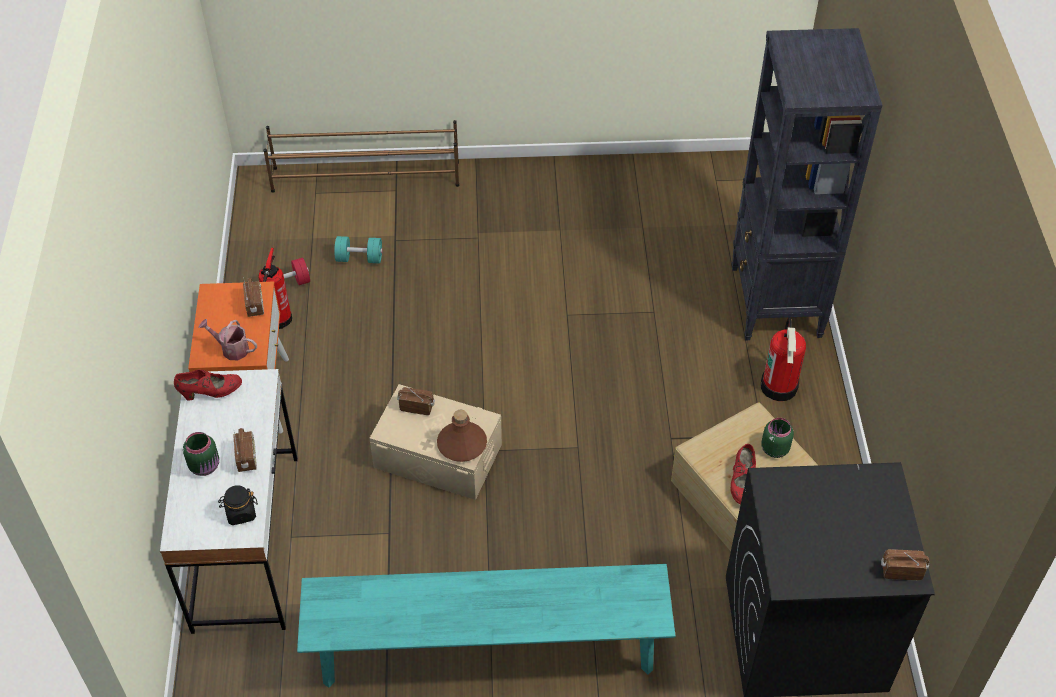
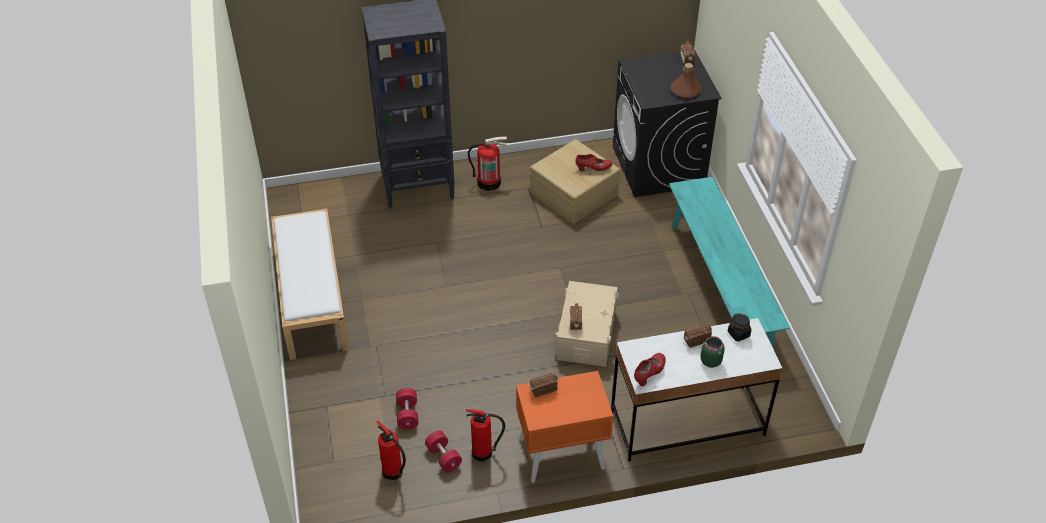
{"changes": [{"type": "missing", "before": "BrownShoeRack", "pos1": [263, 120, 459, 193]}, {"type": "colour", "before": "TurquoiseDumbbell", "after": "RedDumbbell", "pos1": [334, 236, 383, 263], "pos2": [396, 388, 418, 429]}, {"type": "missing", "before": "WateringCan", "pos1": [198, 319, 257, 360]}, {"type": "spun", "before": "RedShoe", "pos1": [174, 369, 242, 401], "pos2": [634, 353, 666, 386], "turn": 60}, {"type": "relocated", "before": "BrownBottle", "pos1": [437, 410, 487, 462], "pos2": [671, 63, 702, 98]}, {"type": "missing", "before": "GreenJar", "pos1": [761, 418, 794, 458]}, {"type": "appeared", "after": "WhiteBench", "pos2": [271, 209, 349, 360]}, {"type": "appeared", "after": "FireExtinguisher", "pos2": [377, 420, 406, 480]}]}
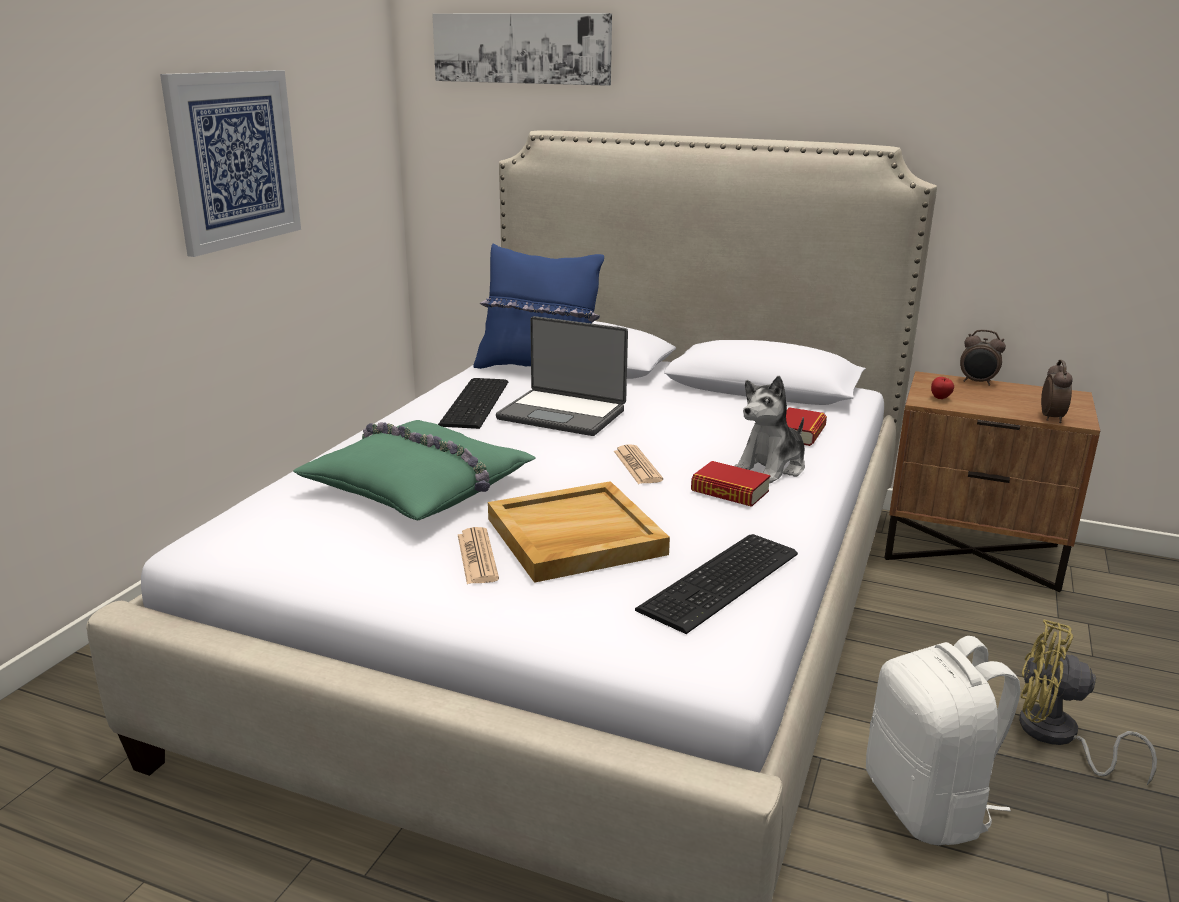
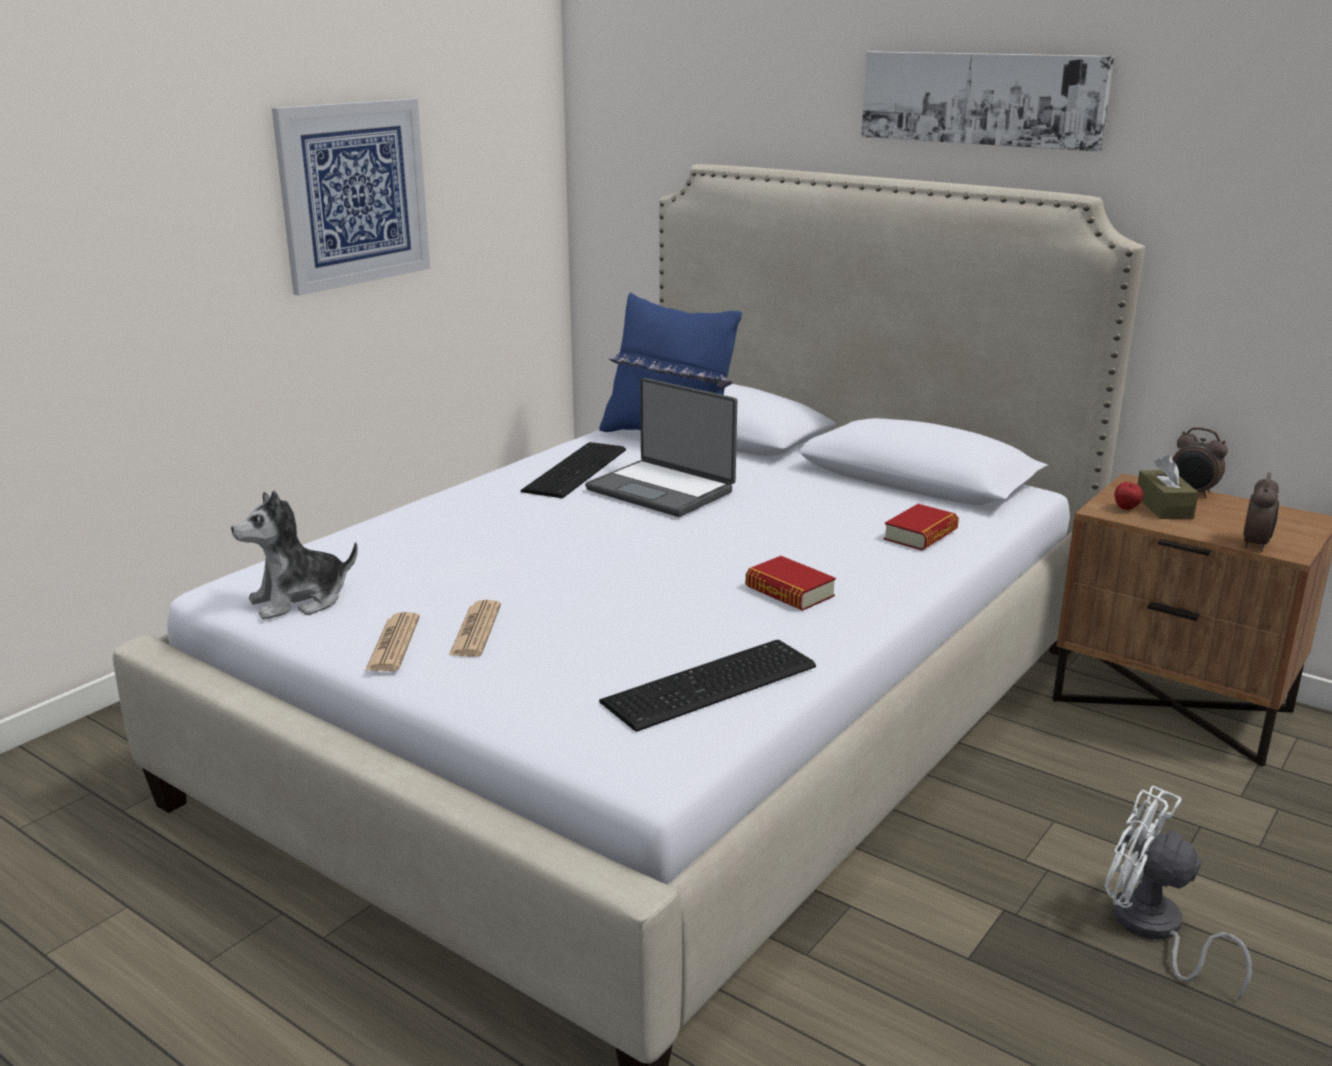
{"changes": [{"type": "relocated", "before": "Picture", "pos1": [432, 13, 612, 86], "pos2": [861, 51, 1114, 152]}, {"type": "relocated", "before": "PlushToy", "pos1": [735, 376, 805, 483], "pos2": [231, 490, 358, 620]}, {"type": "missing", "before": "GreenPillow", "pos1": [293, 420, 535, 520]}, {"type": "relocated", "before": "Newspaper", "pos1": [614, 444, 663, 484], "pos2": [365, 612, 420, 671]}, {"type": "missing", "before": "BeigeTray", "pos1": [488, 481, 670, 583]}, {"type": "colour", "before": "YellowFan", "after": "WhiteFan", "pos1": [1019, 620, 1157, 785], "pos2": [1105, 785, 1252, 1001]}, {"type": "missing", "before": "WhiteBackpack", "pos1": [866, 636, 1020, 845]}, {"type": "appeared", "after": "BrownTissueBox", "pos2": [1137, 455, 1199, 519]}]}
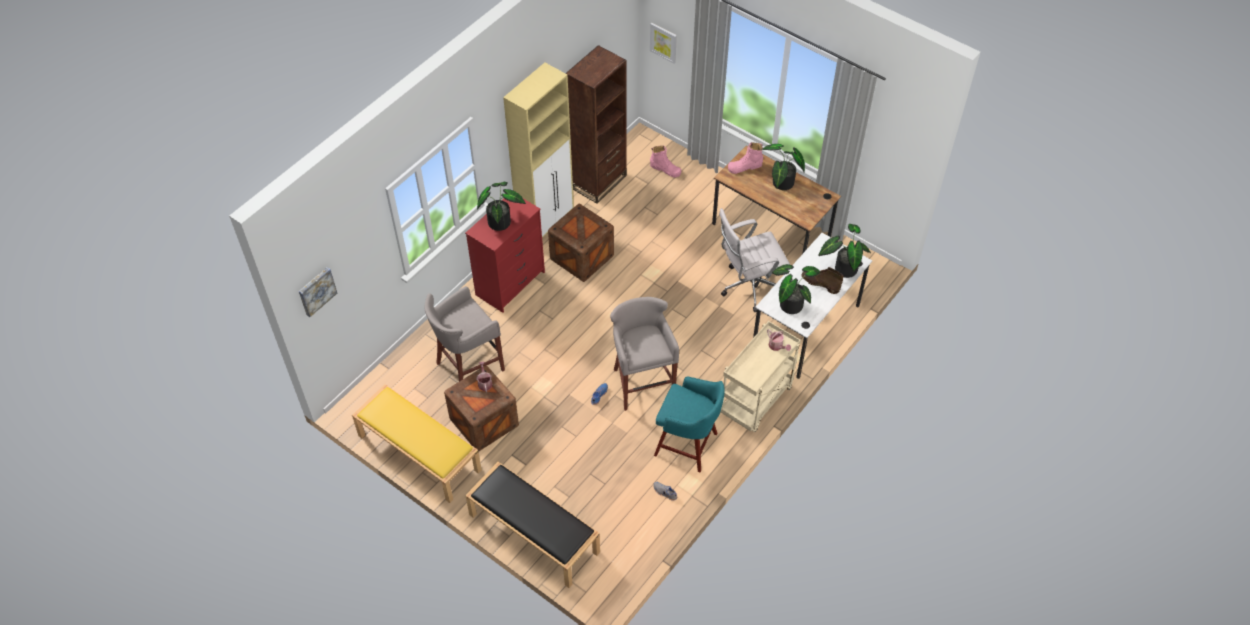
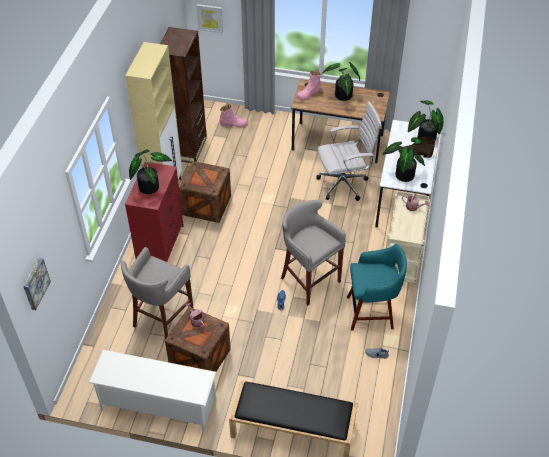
{"changes": [{"type": "spun", "before": "WhiteOfficeChair", "pos1": [719, 208, 790, 312], "pos2": [316, 101, 382, 201], "turn": -150}, {"type": "exchanged", "before": "YellowBench", "after": "WhiteShoeRack", "pos1": [352, 384, 482, 503], "pos2": [88, 350, 216, 431]}]}
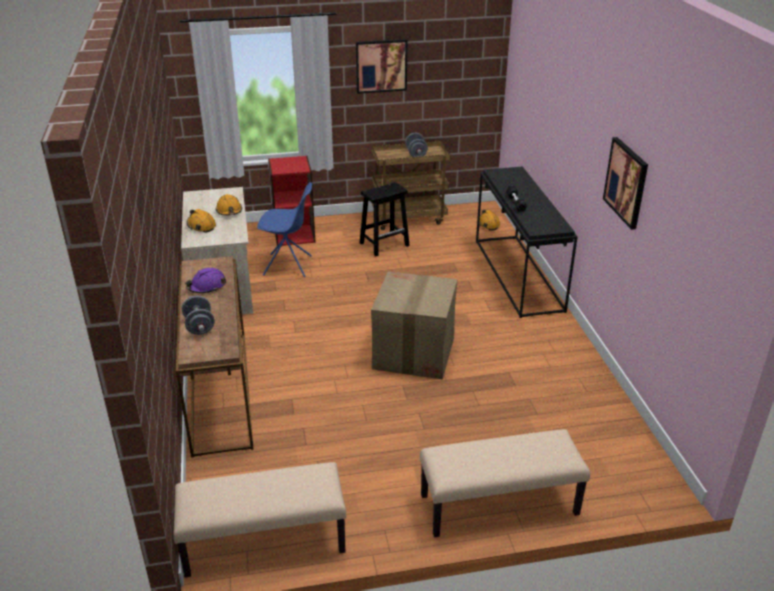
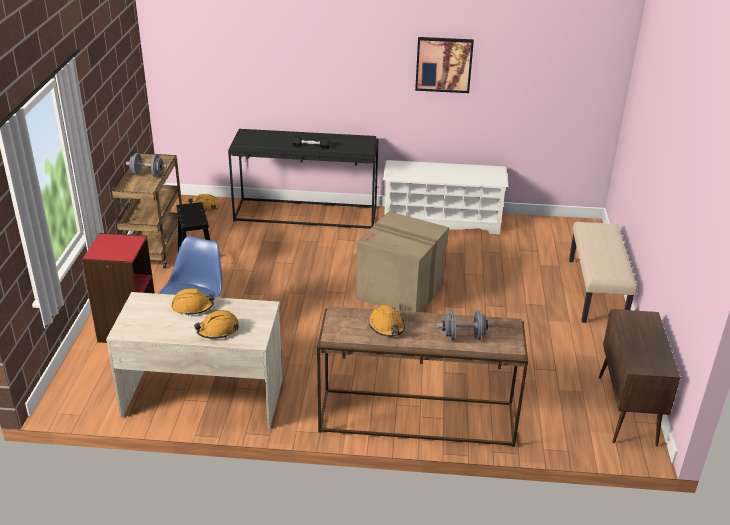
{"changes": [{"type": "missing", "before": "Picture", "pos1": [356, 39, 407, 94]}, {"type": "colour", "before": "PurpleHardHat", "after": "OrangeHardHat", "pos1": [185, 268, 226, 293], "pos2": [369, 305, 405, 337]}, {"type": "exchanged", "before": "BeigeBench", "after": "BrownCabinet", "pos1": [173, 462, 346, 577], "pos2": [599, 309, 681, 446]}, {"type": "appeared", "after": "WhiteShoeRack", "pos2": [383, 160, 509, 235]}]}
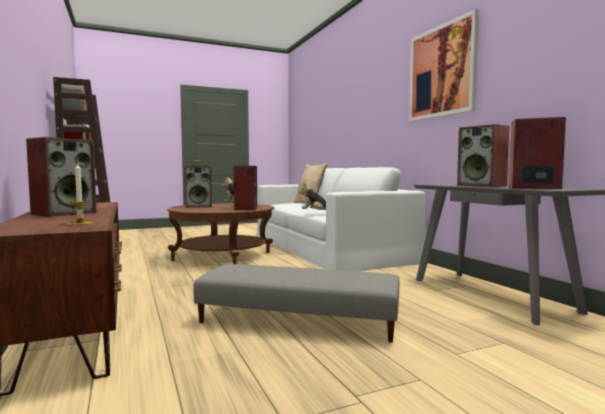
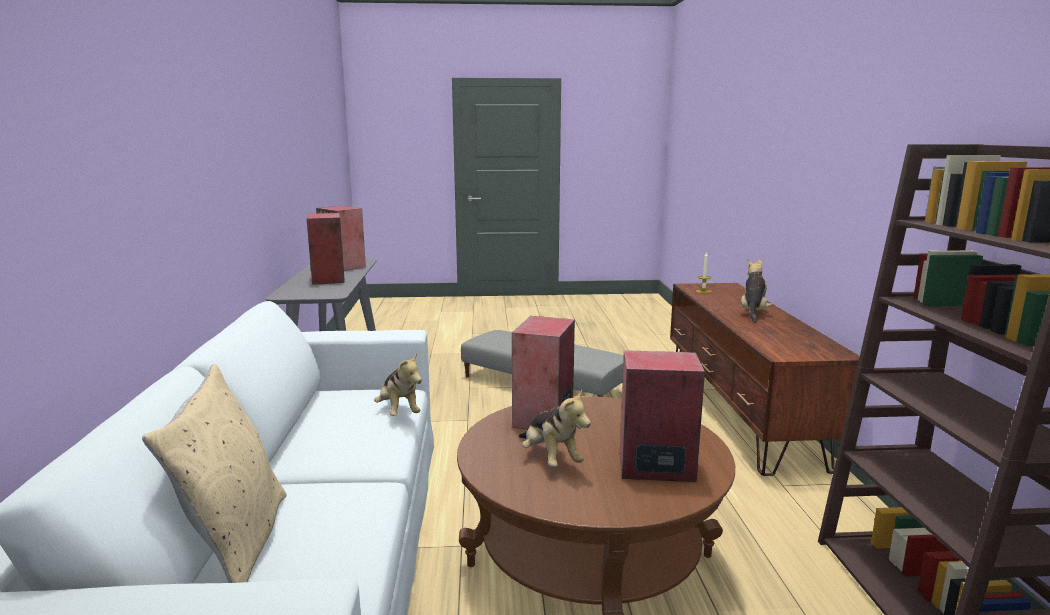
{"changes": [{"type": "missing", "before": "Picture", "pos1": [409, 9, 479, 122]}, {"type": "exchanged", "before": "Speaker", "after": "PlushToy", "pos1": [26, 137, 97, 217], "pos2": [741, 259, 772, 322]}]}
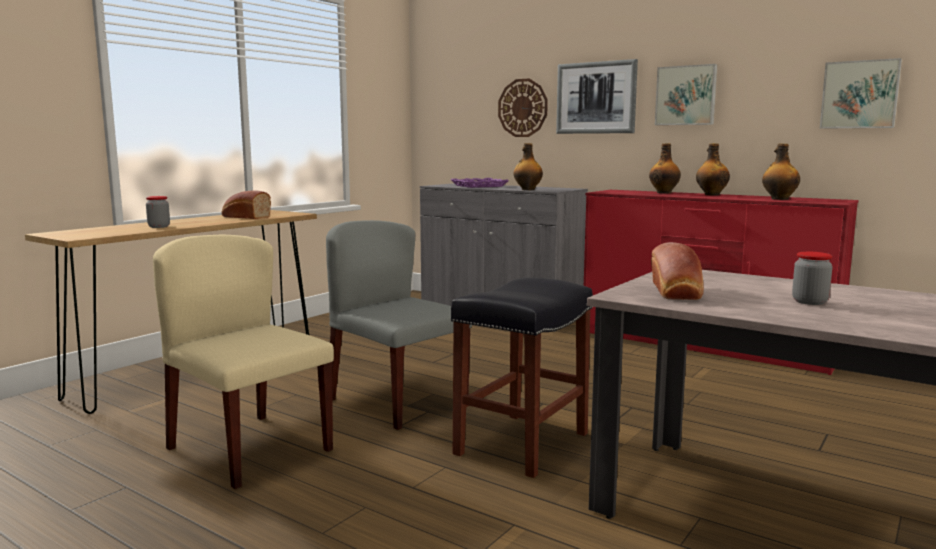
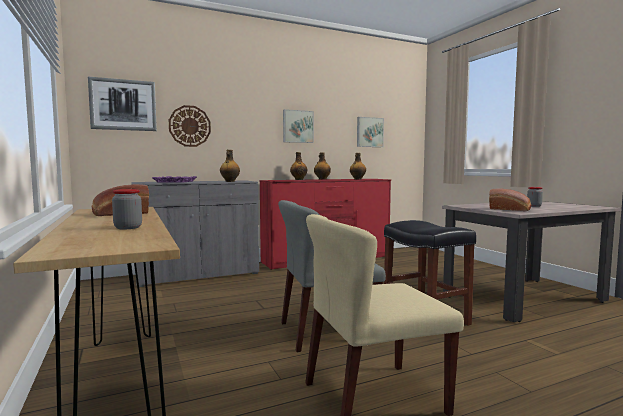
{"changes": [{"type": "relocated", "before": "Picture", "pos1": [556, 59, 638, 134], "pos2": [88, 77, 157, 131]}]}
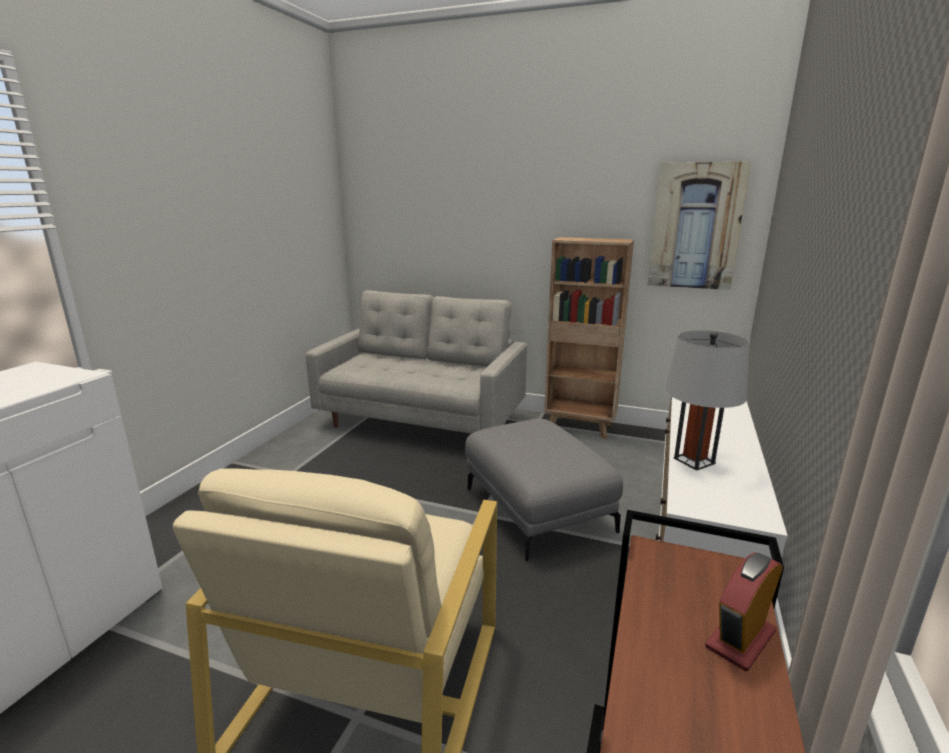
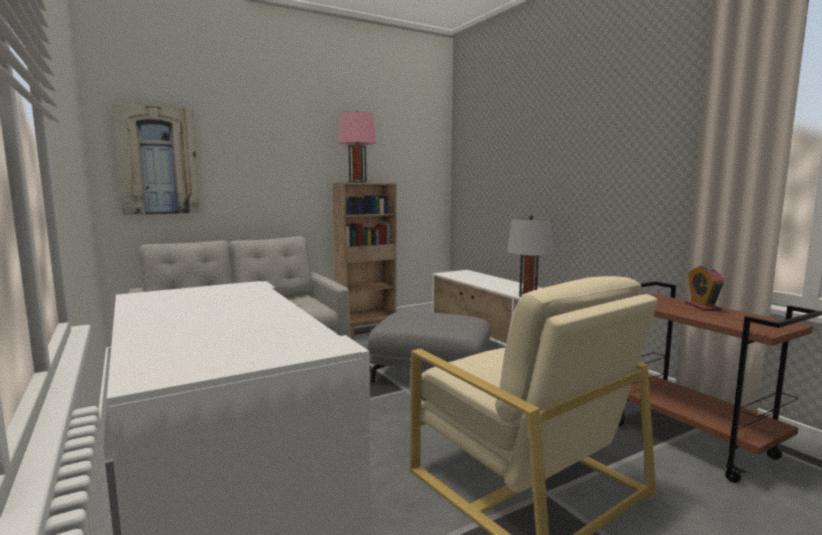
{"changes": [{"type": "relocated", "before": "Picture", "pos1": [648, 161, 751, 290], "pos2": [112, 103, 200, 215]}, {"type": "appeared", "after": "PinkTableLamp", "pos2": [338, 110, 376, 182]}]}
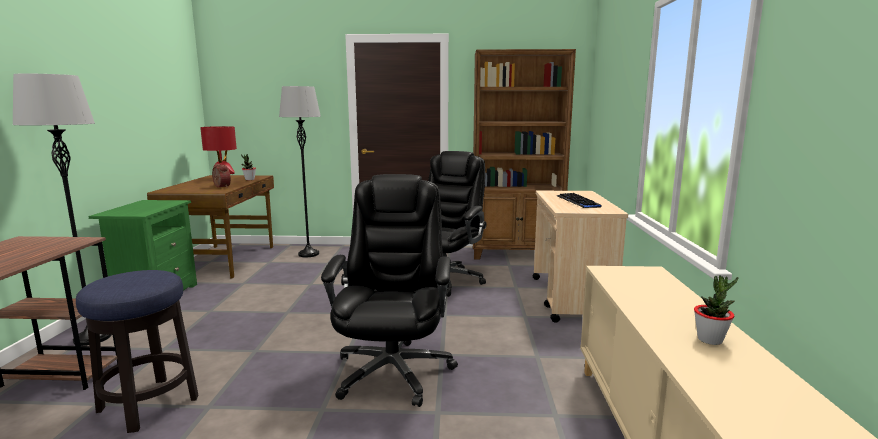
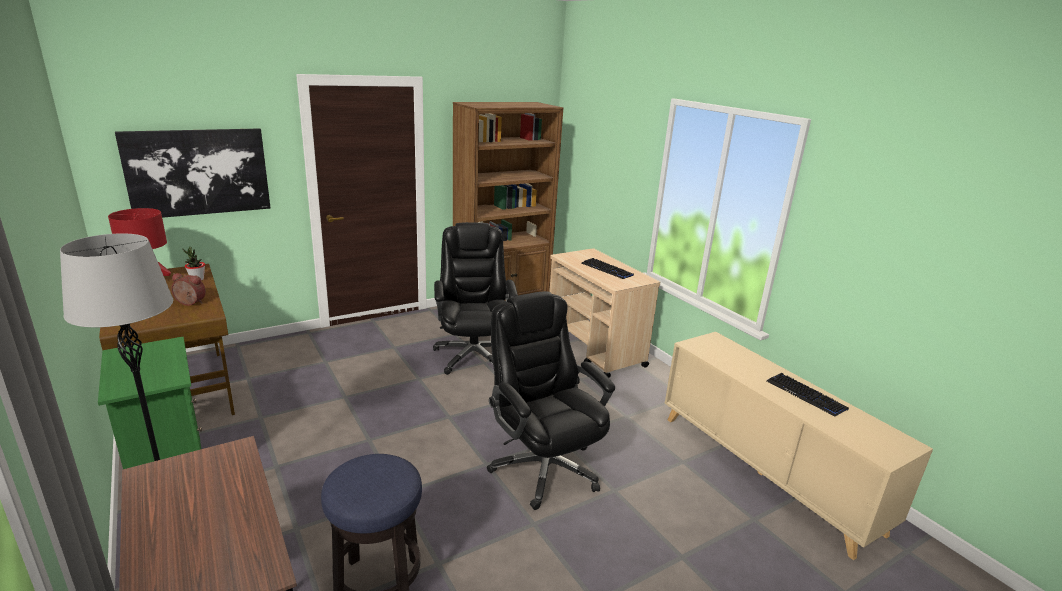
{"changes": [{"type": "missing", "before": "GreyFloorLamp", "pos1": [279, 86, 321, 257]}, {"type": "exchanged", "before": "PottedPlant", "after": "Keyboard", "pos1": [694, 275, 738, 345], "pos2": [767, 373, 849, 416]}, {"type": "appeared", "after": "Picture", "pos2": [115, 128, 270, 218]}]}
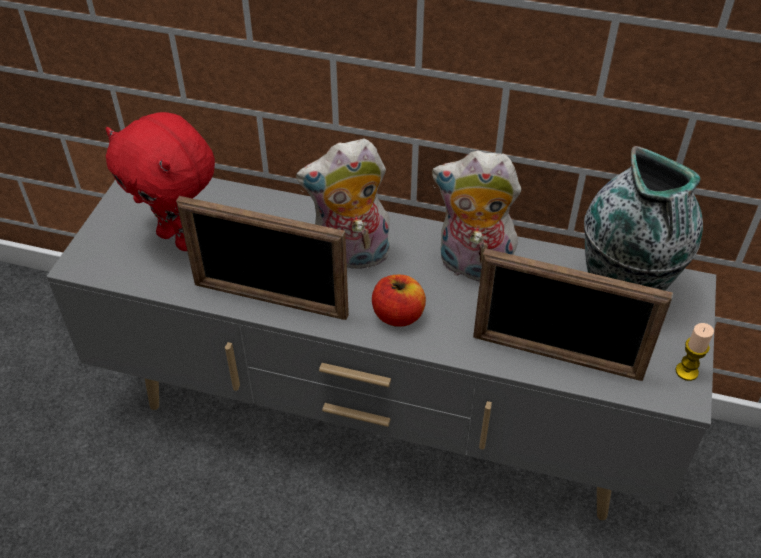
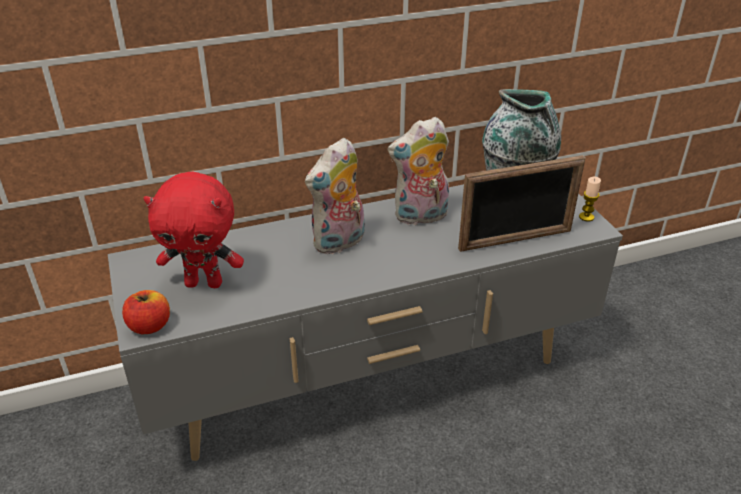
{"changes": [{"type": "missing", "before": "PictureFrame", "pos1": [176, 196, 349, 320]}, {"type": "relocated", "before": "Apple", "pos1": [372, 275, 426, 327], "pos2": [122, 290, 170, 334]}]}
